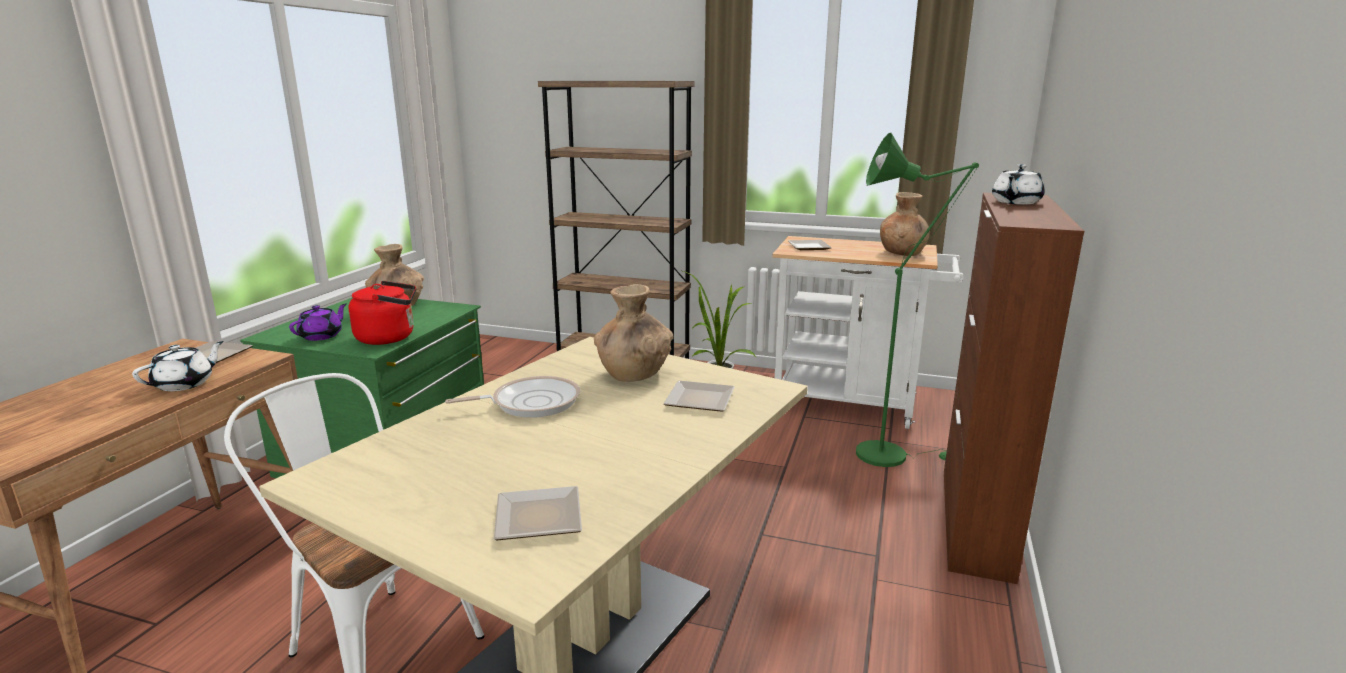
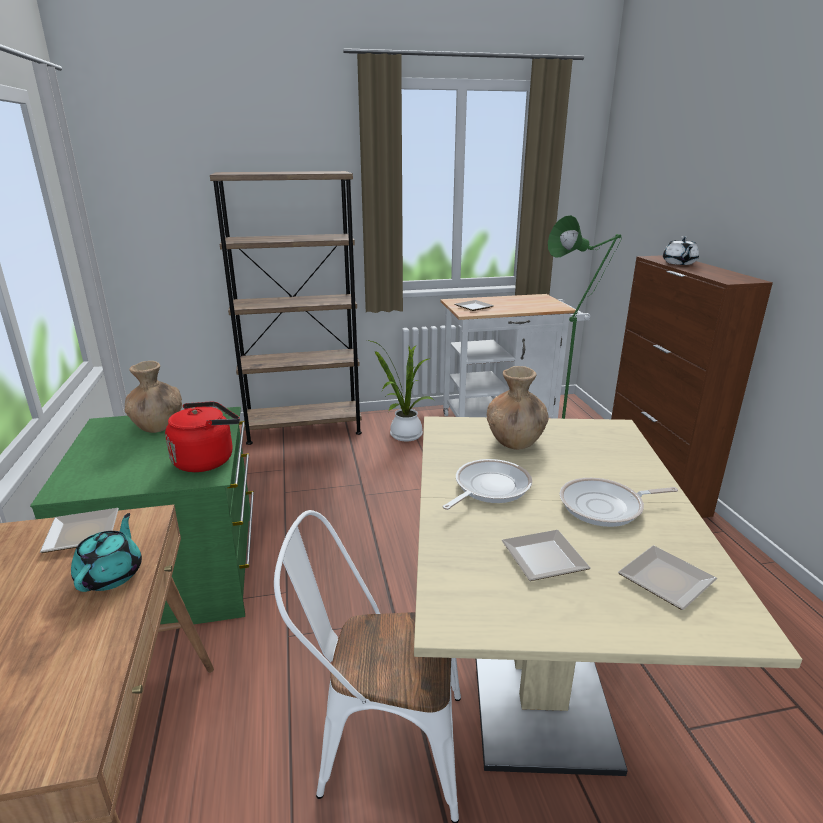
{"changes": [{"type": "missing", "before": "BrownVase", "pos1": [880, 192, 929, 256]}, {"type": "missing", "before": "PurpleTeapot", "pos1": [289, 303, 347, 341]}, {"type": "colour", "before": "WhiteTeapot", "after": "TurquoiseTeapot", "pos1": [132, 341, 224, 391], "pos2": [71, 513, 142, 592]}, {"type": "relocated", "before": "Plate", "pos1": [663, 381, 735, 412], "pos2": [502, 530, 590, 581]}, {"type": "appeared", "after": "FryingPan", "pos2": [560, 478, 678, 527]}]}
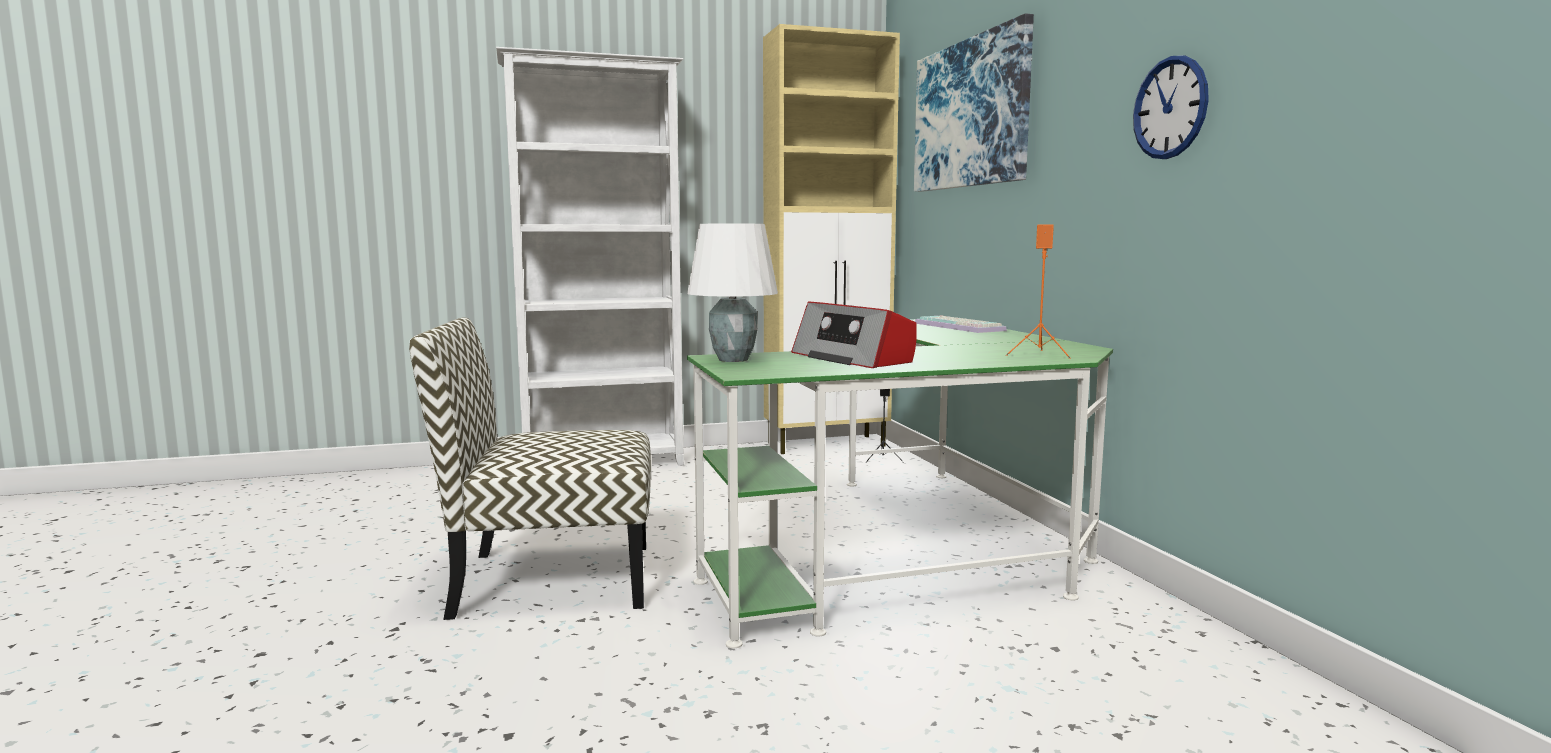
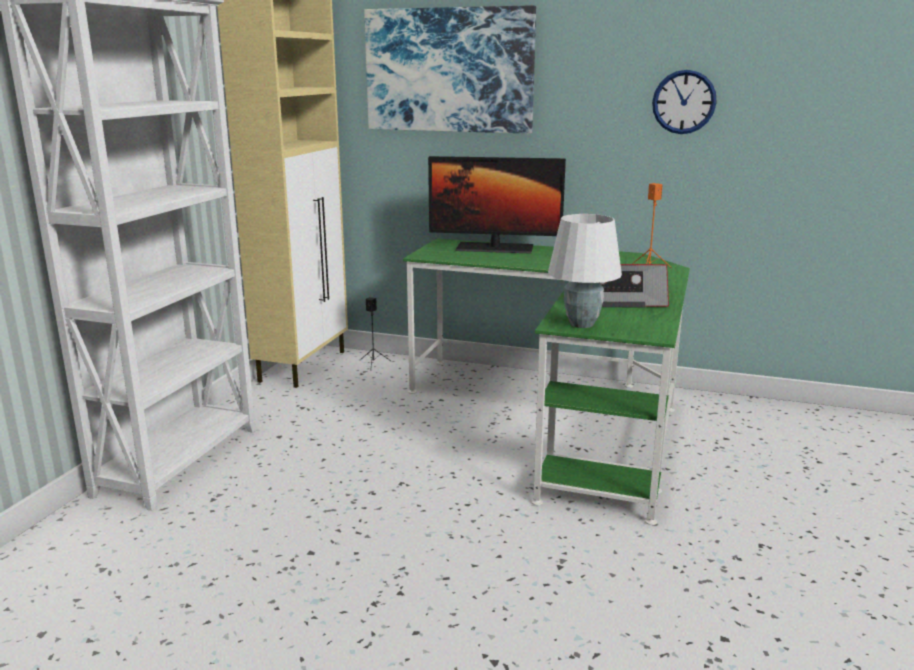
{"changes": [{"type": "exchanged", "before": "Keyboard", "after": "Monitor", "pos1": [915, 316, 1007, 333], "pos2": [428, 156, 566, 254]}, {"type": "missing", "before": "Chair", "pos1": [409, 317, 651, 620]}]}
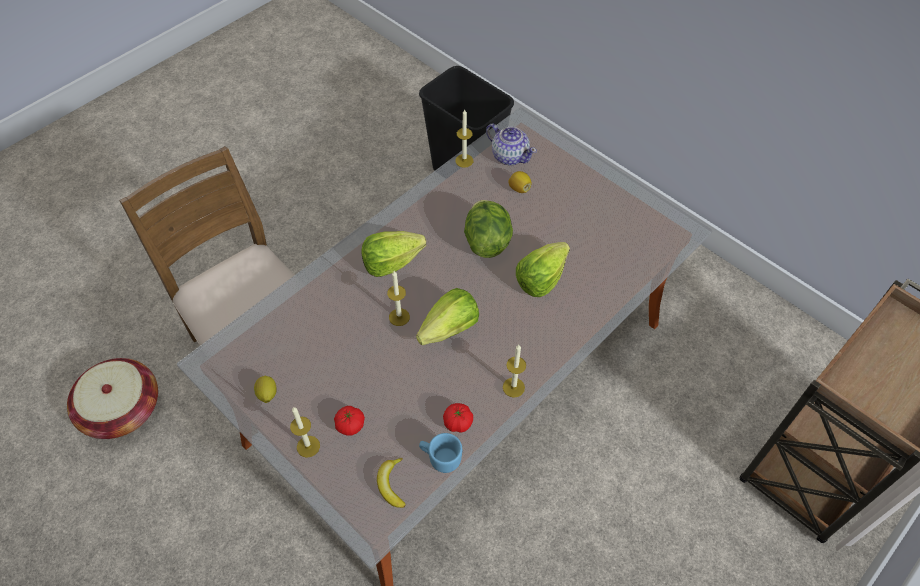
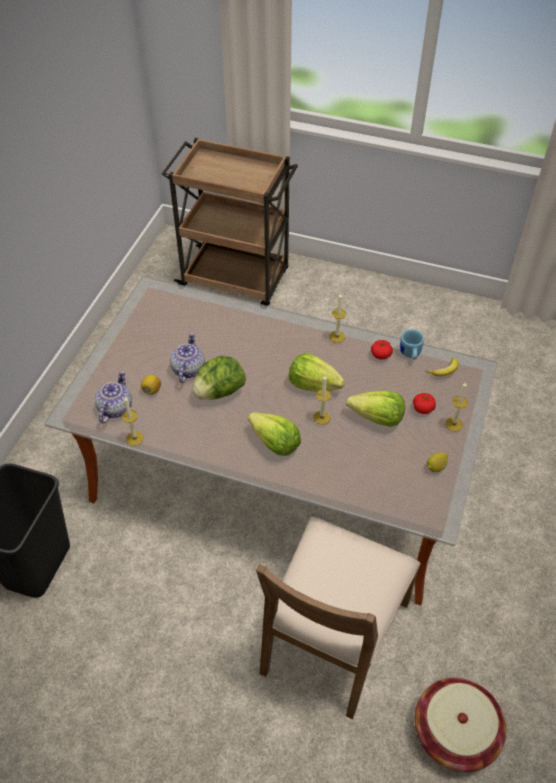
{"changes": [{"type": "relocated", "before": "Lettuce", "pos1": [516, 242, 570, 297], "pos2": [346, 391, 405, 427]}, {"type": "appeared", "after": "Teapot", "pos2": [170, 332, 205, 383]}]}
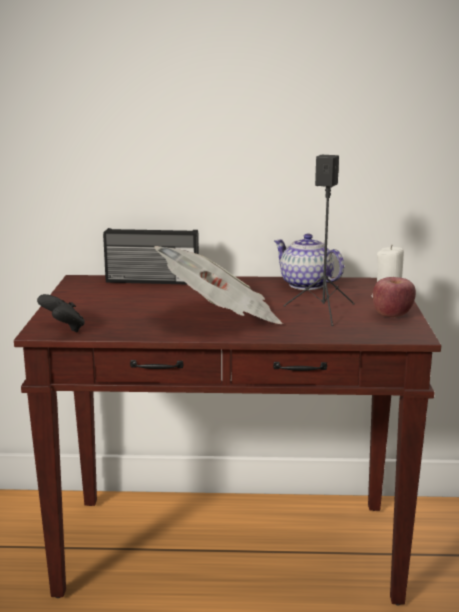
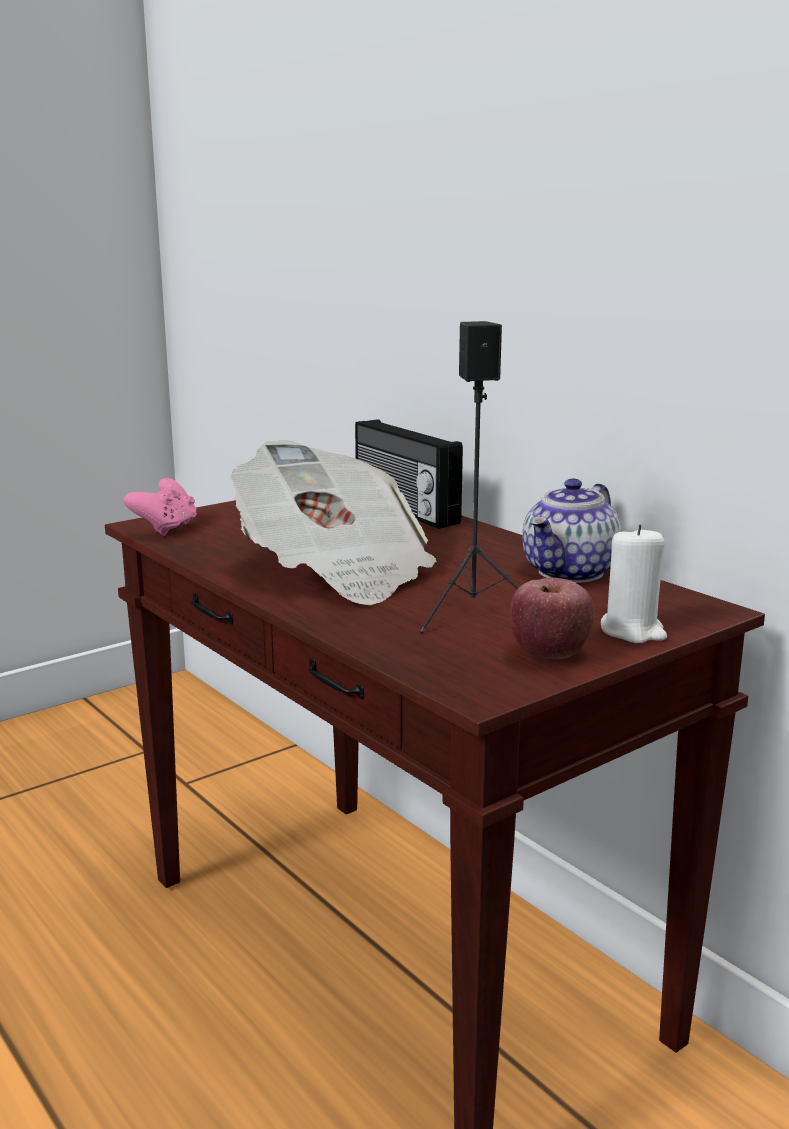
{"changes": [{"type": "spun", "before": "Teapot", "pos1": [274, 233, 344, 290], "pos2": [522, 479, 622, 583], "turn": -150}, {"type": "colour", "before": "BlackGameController", "after": "PinkGameController", "pos1": [37, 294, 85, 332], "pos2": [124, 478, 197, 536]}]}
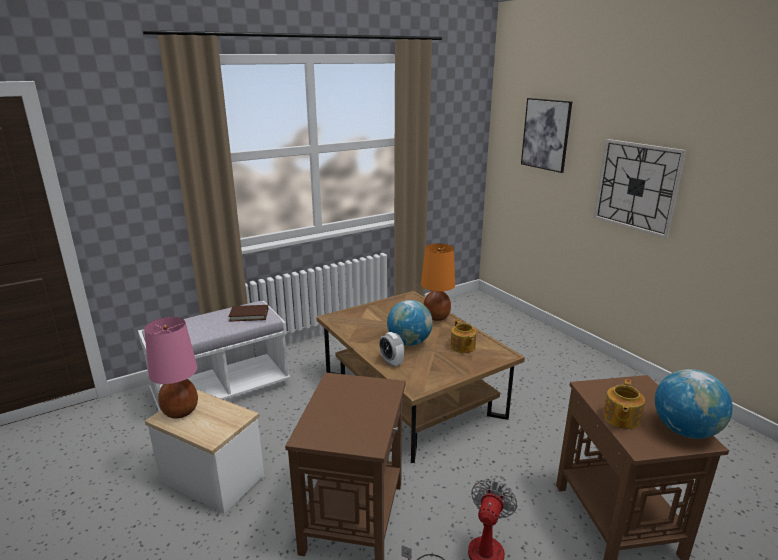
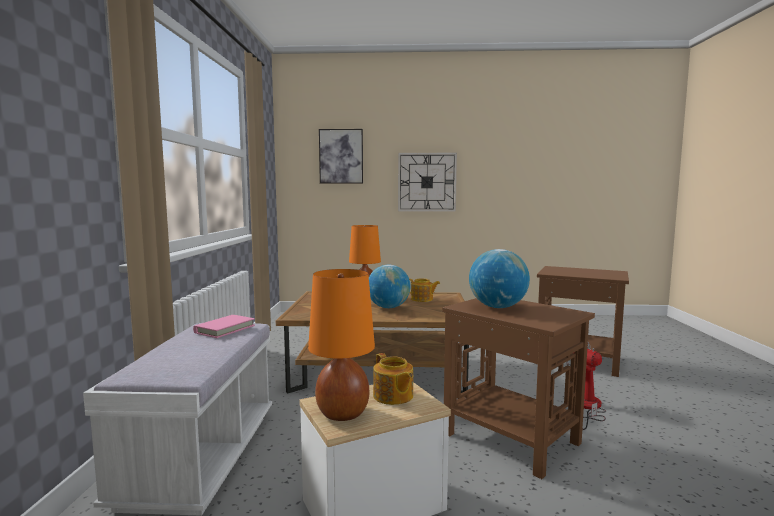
{"changes": [{"type": "colour", "before": "BrownBook", "after": "PinkBook", "pos1": [228, 305, 268, 322], "pos2": [193, 315, 255, 338]}, {"type": "colour", "before": "PinkTableLamp", "after": "OrangeTableLamp", "pos1": [144, 317, 198, 419], "pos2": [308, 269, 375, 421]}, {"type": "missing", "before": "AlarmClock", "pos1": [379, 332, 405, 367]}, {"type": "relocated", "before": "Globe", "pos1": [655, 369, 733, 439], "pos2": [469, 249, 530, 308]}, {"type": "relocated", "before": "Teapot", "pos1": [603, 379, 645, 429], "pos2": [373, 353, 414, 405]}]}
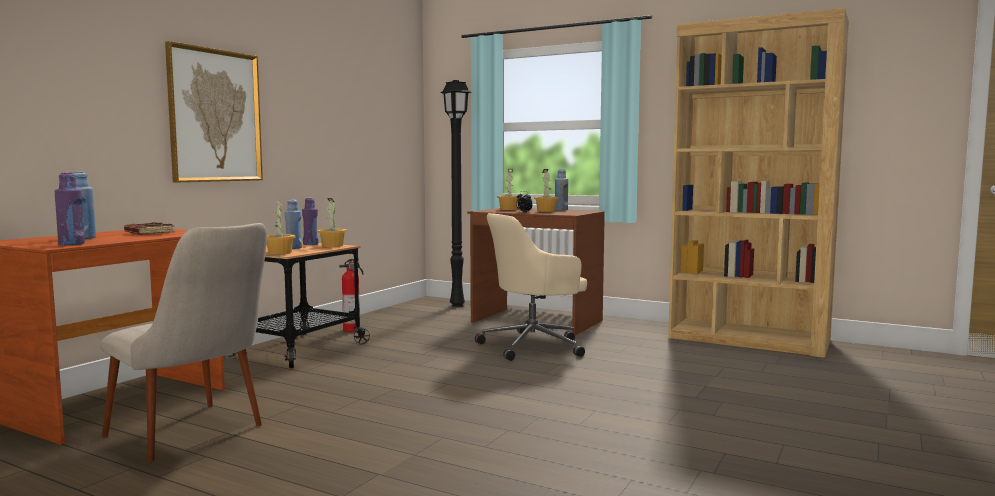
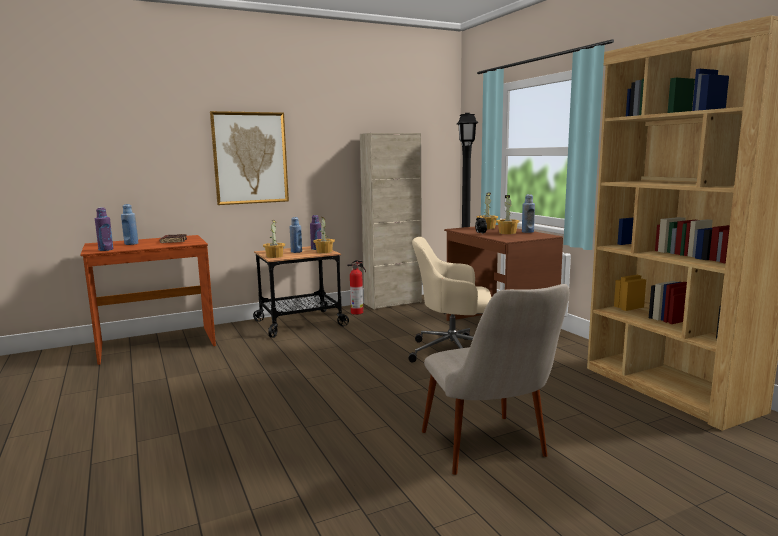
{"changes": [{"type": "relocated", "before": "BeigeChair", "pos1": [100, 223, 267, 462], "pos2": [422, 284, 569, 475]}, {"type": "appeared", "after": "BeigeCabinet", "pos2": [360, 133, 422, 310]}]}
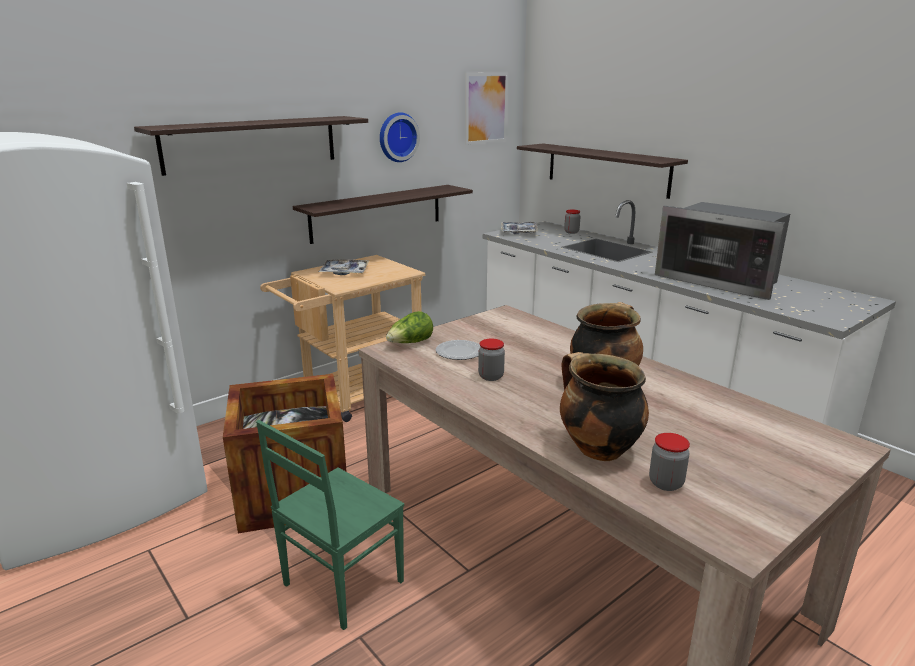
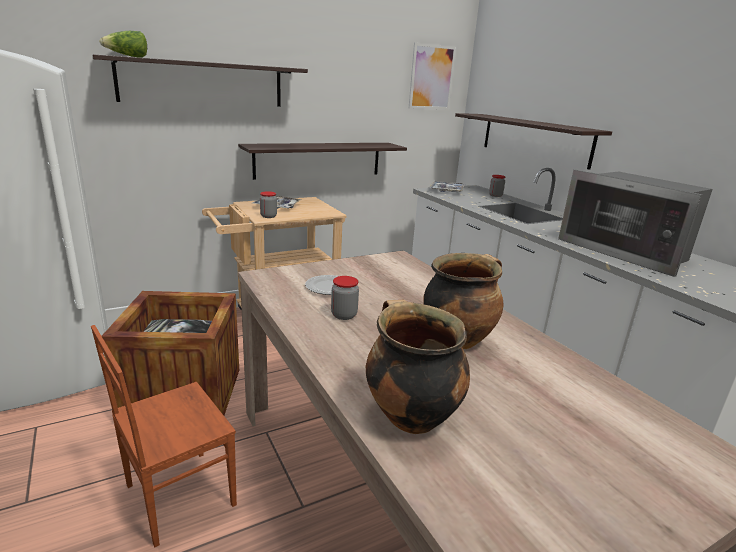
{"changes": [{"type": "missing", "before": "WallClock", "pos1": [380, 112, 420, 162]}, {"type": "relocated", "before": "Lettuce", "pos1": [386, 311, 433, 343], "pos2": [99, 31, 147, 58]}, {"type": "colour", "before": "GreenChair", "after": "BrownChair", "pos1": [256, 420, 404, 630], "pos2": [91, 325, 237, 548]}, {"type": "relocated", "before": "Jar", "pos1": [649, 433, 690, 491], "pos2": [260, 191, 277, 218]}]}
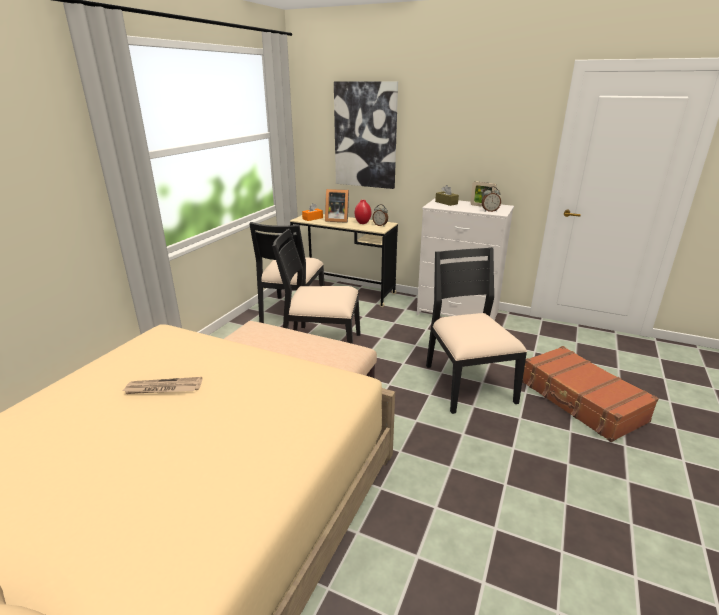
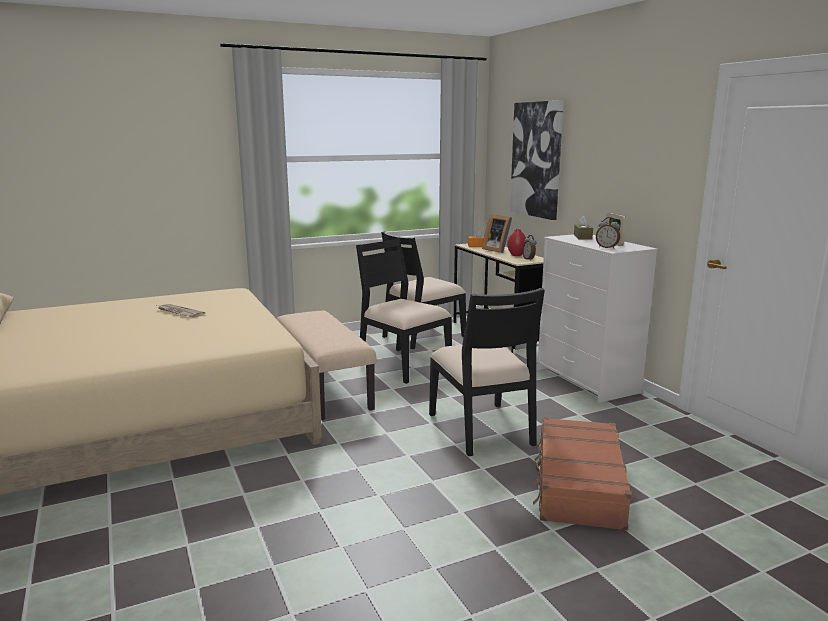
{"changes": [{"type": "spun", "before": "BlackChair", "pos1": [426, 247, 527, 414], "pos2": [429, 288, 545, 456], "turn": 135}]}
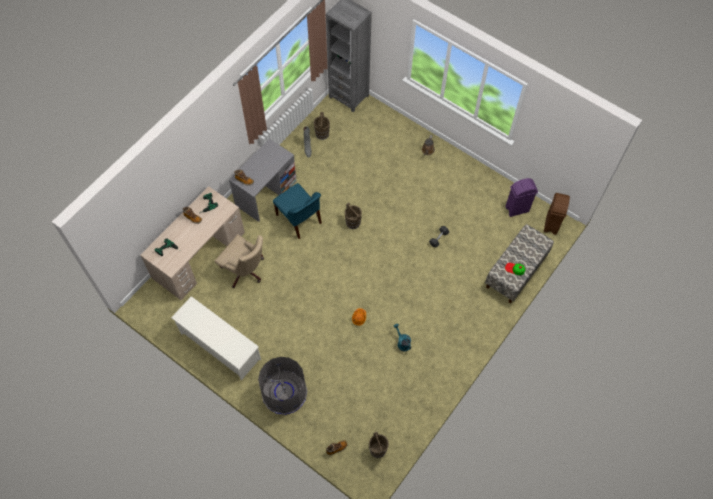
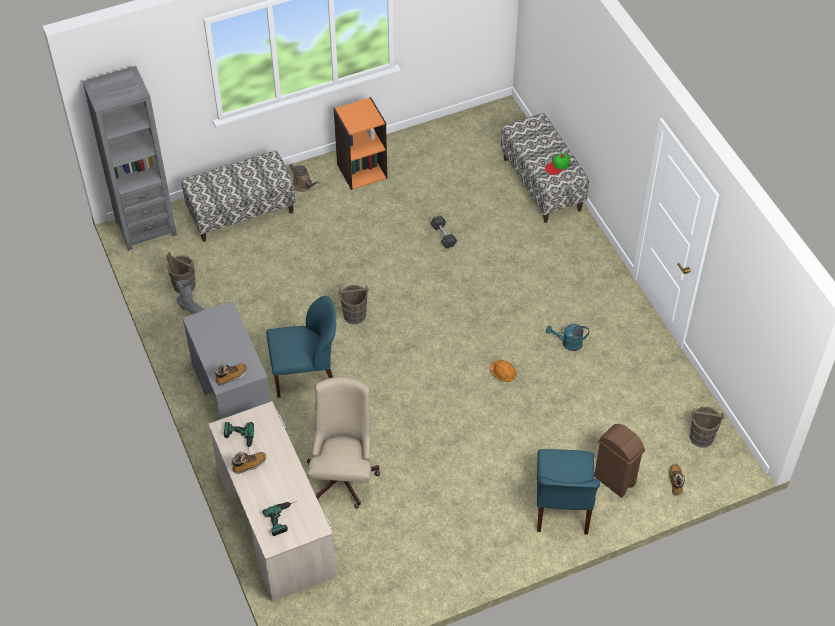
{"changes": [{"type": "missing", "before": "PurpleTrashCan", "pos1": [505, 178, 538, 217]}, {"type": "relocated", "before": "BrownTrashCan", "pos1": [544, 193, 570, 235], "pos2": [594, 424, 645, 498]}, {"type": "spun", "before": "BeigeOfficeChair", "pos1": [215, 234, 264, 288], "pos2": [307, 377, 380, 509], "turn": -60}, {"type": "missing", "before": "WhiteShoeRack", "pos1": [171, 296, 261, 380]}, {"type": "exchanged", "before": "GreyTrashCan", "after": "BlueChair", "pos1": [258, 357, 307, 415], "pos2": [537, 449, 600, 535]}, {"type": "appeared", "after": "OrangeBookcase", "pos2": [334, 97, 387, 190]}, {"type": "appeared", "after": "Bench", "pos2": [181, 151, 296, 242]}]}
